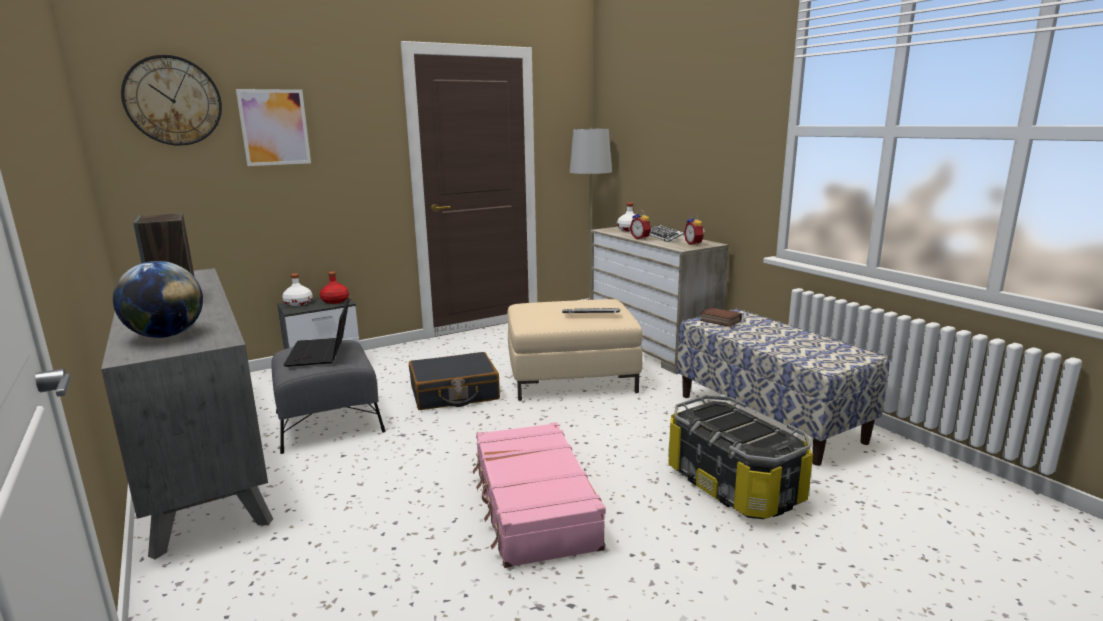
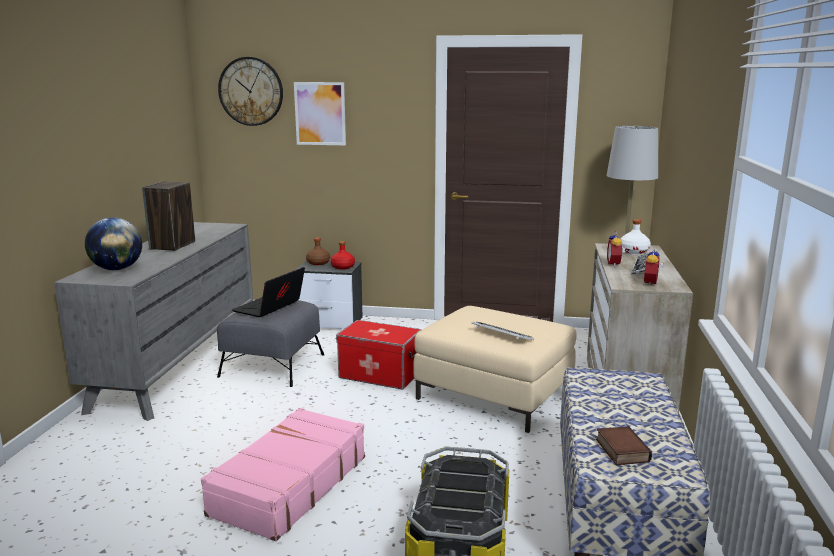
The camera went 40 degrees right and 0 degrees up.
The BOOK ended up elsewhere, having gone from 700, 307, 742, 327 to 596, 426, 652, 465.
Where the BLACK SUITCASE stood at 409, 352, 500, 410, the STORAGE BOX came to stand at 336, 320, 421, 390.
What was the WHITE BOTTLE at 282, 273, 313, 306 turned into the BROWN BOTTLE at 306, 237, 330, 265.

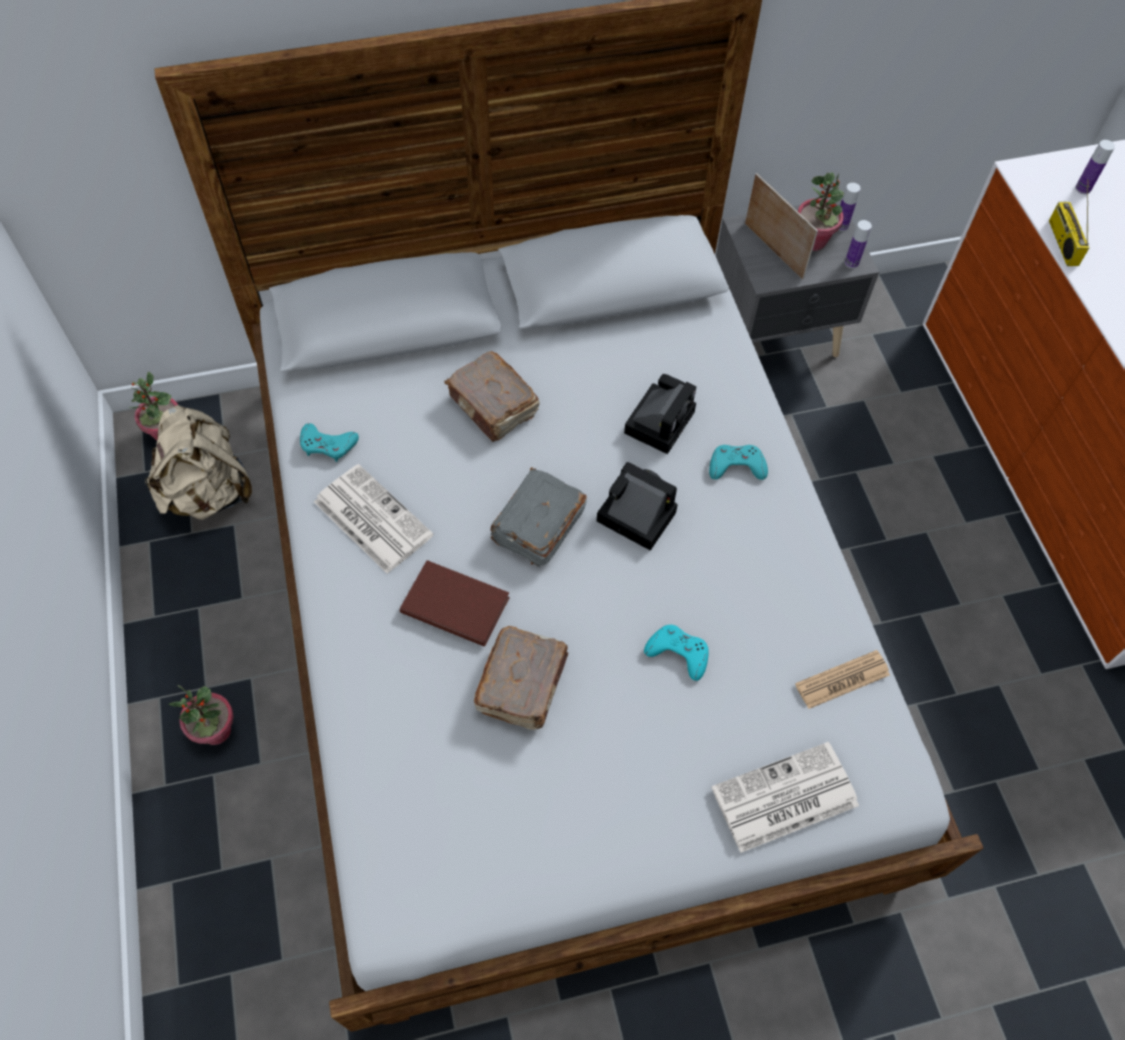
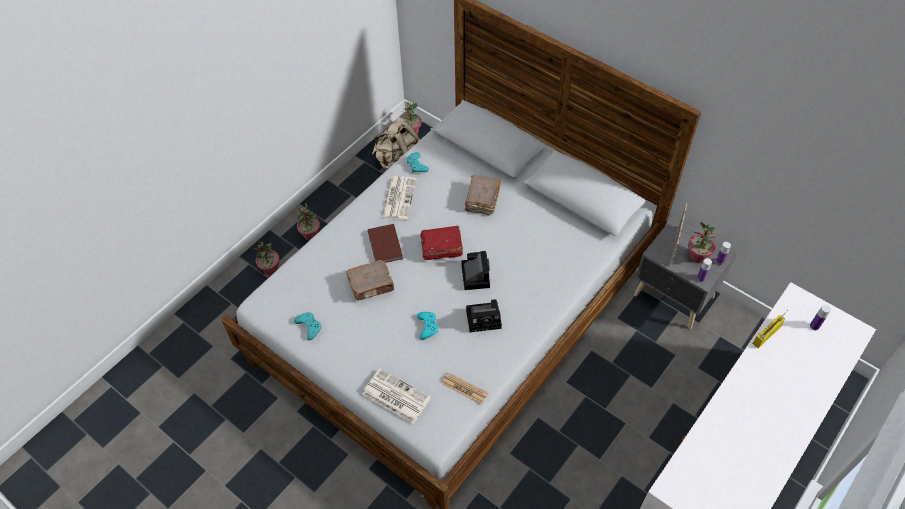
The camera went 55 degrees right and 5 degrees down.
The second view gained the POTTED PLANT at 253, 240, 280, 275.
The PHOTO CAMERA ended up elsewhere, having gone from 624, 374, 696, 454 to 466, 299, 502, 332.
The TURQUOISE GAME CONTROLLER ended up elsewhere, having gone from 709, 445, 768, 480 to 294, 312, 321, 340.
What was the GREY BOOK at 490, 467, 587, 567 turned into the RED BOOK at 421, 226, 463, 260.

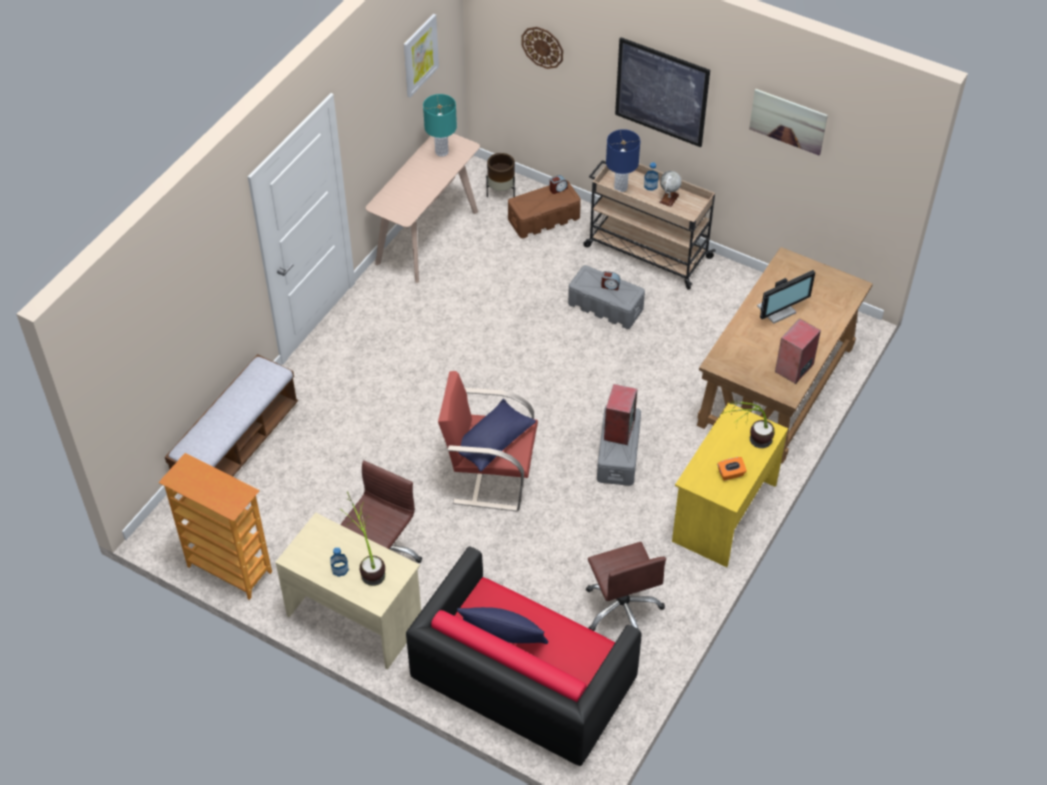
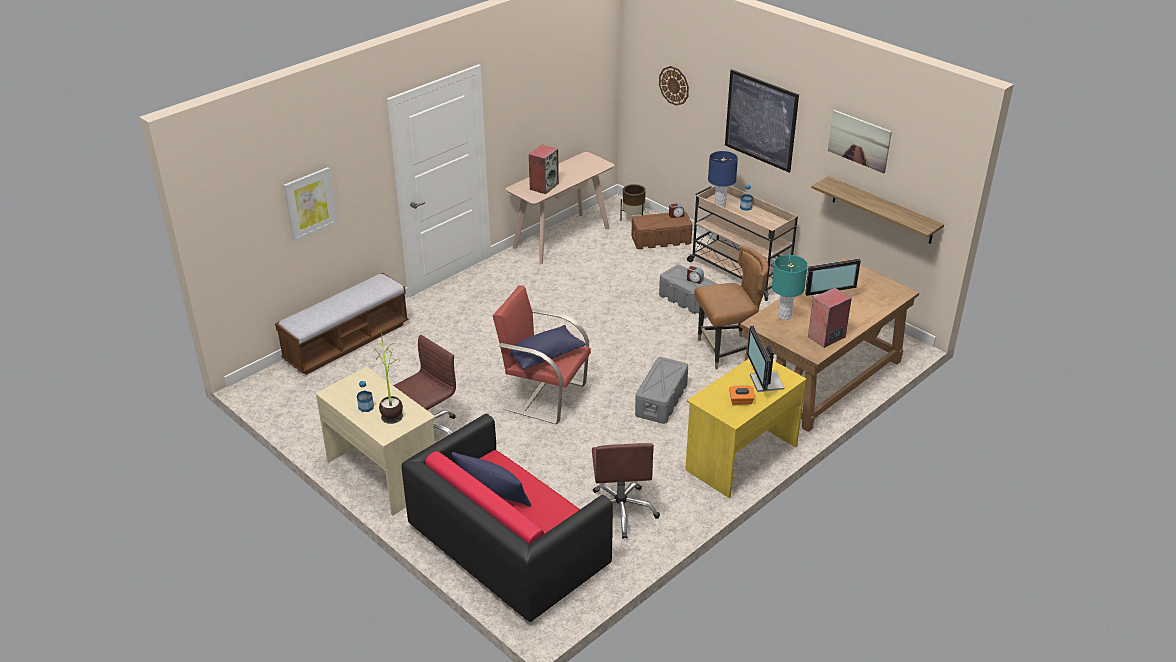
The camera went 15 degrees right and 15 degrees down.
The second view lost the BOOKCASE at 159, 453, 272, 600.
The second view lost the GLOBE at 659, 171, 682, 207.
The second view gained the BROWN CHAIR at 694, 245, 769, 370.
The second view gained the SHELF at 811, 176, 944, 244.
The PICTURE ended up elsewhere, having gone from 404, 14, 439, 98 to 284, 167, 337, 241.
The TURQUOISE TABLE LAMP ended up elsewhere, having gone from 423, 94, 457, 157 to 772, 255, 808, 320.
The SPEAKER ended up elsewhere, having gone from 604, 384, 637, 445 to 529, 144, 559, 194.
Where the POTTED PLANT stood at 722, 401, 775, 448, the MONITOR came to stand at 747, 326, 784, 392.

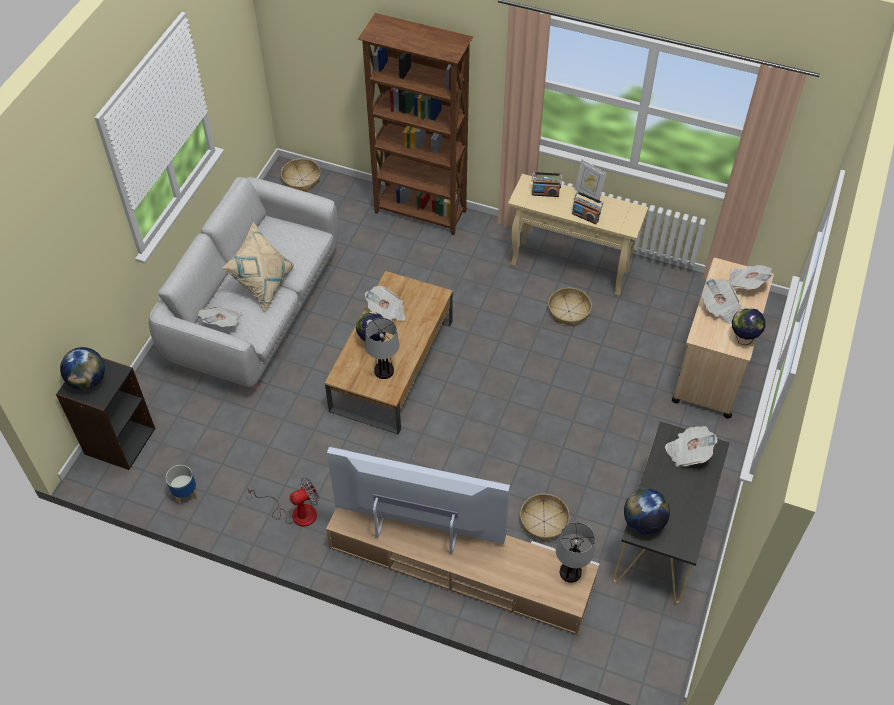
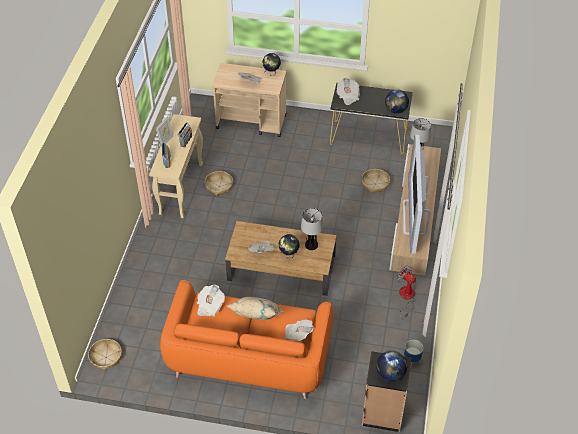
The camera went 100 degrees left and 5 degrees down.
The second view lost the BROWN BOOKCASE at 358, 13, 473, 235.
The NEWSPAPER ended up elsewhere, having gone from 728, 265, 772, 290 to 197, 285, 225, 317.
What was the GREY SOFA at 149, 177, 339, 388 turned into the ORANGE SOFA at 160, 280, 333, 399.

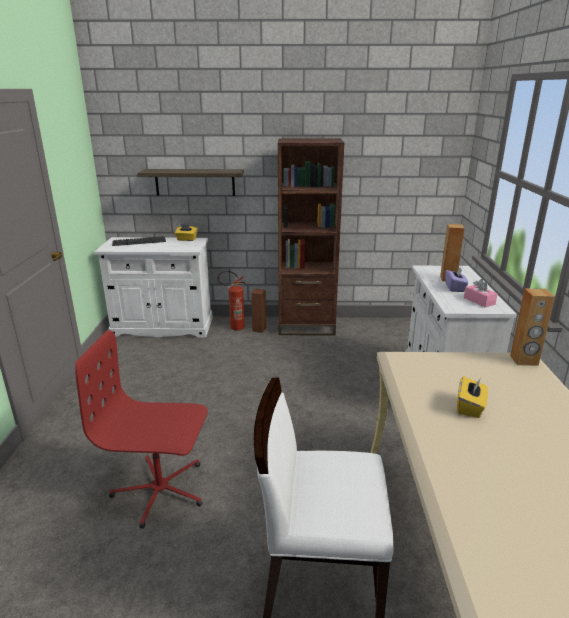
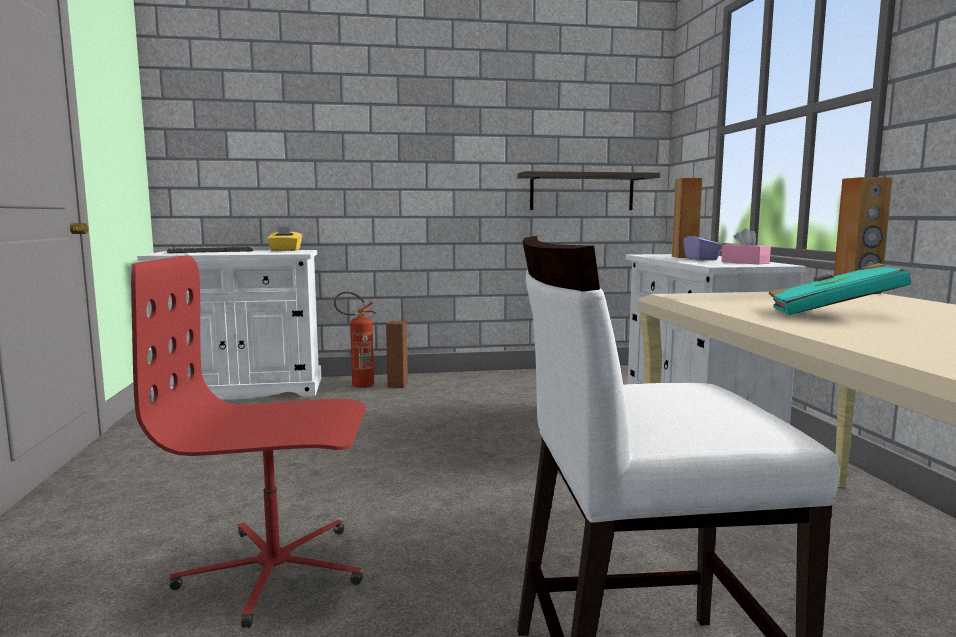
The camera went 10 degrees left and 15 degrees down.
The second view lost the BROWN BOOKCASE at 278, 138, 344, 336.
The SHELF ended up elsewhere, having gone from 137, 169, 244, 196 to 517, 171, 660, 210.
Where the YELLOW TISSUE BOX stood at 457, 376, 488, 418, the TURQUOISE BOOK came to stand at 769, 263, 911, 315.

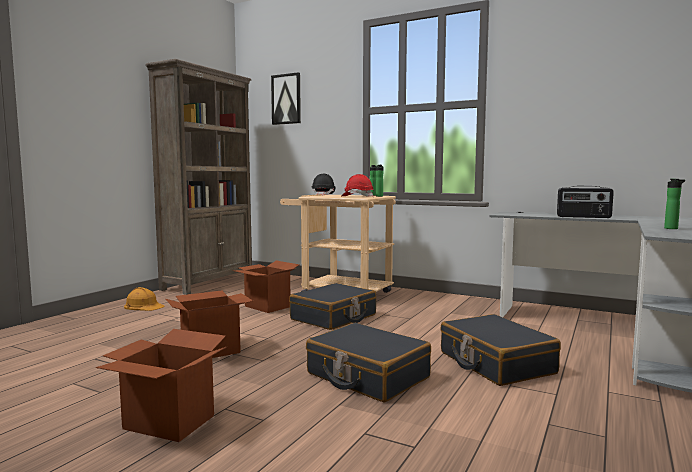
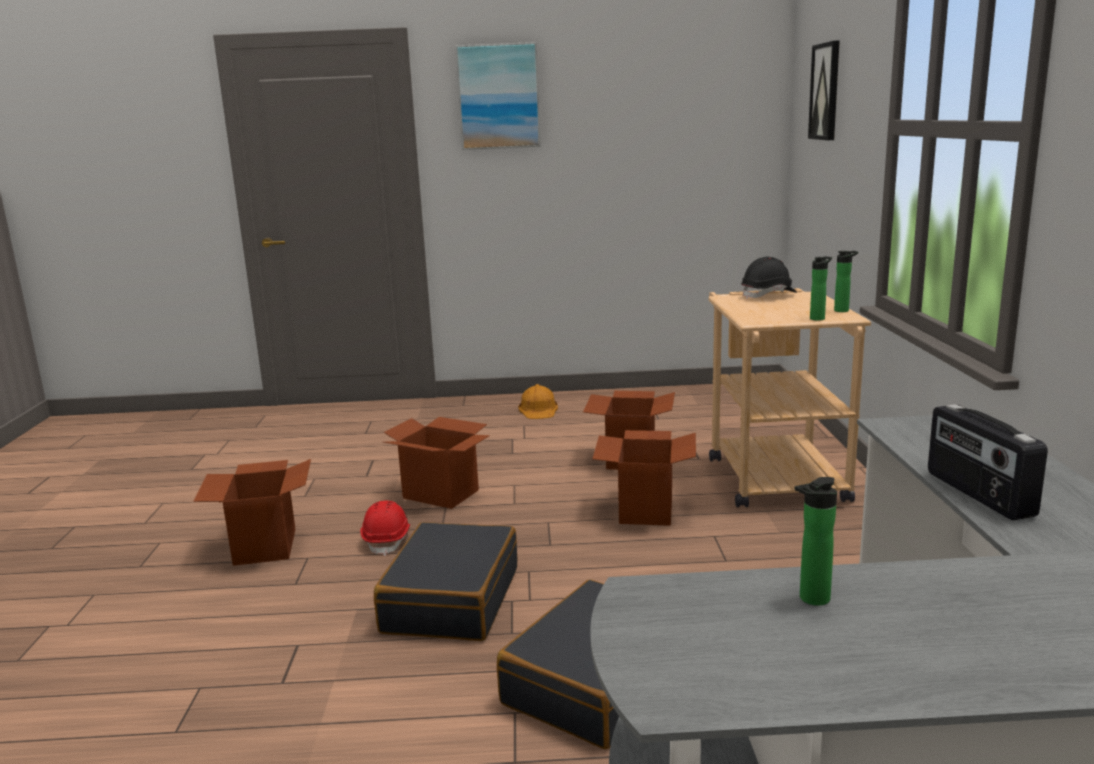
The camera went 60 degrees right and 10 degrees up.
The second view lost the BROWN BOOKCASE at 146, 59, 252, 295.
The second view gained the PICTURE at 455, 42, 541, 150.
The RED HARD HAT ended up elsewhere, having gone from 341, 174, 374, 196 to 360, 501, 410, 556.
Where the BLACK SUITCASE stood at 289, 283, 376, 330, the CARDBOARD BOX came to stand at 593, 430, 696, 526.

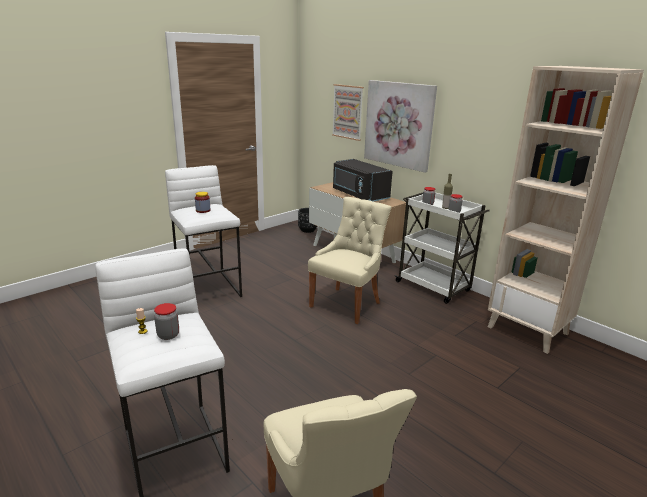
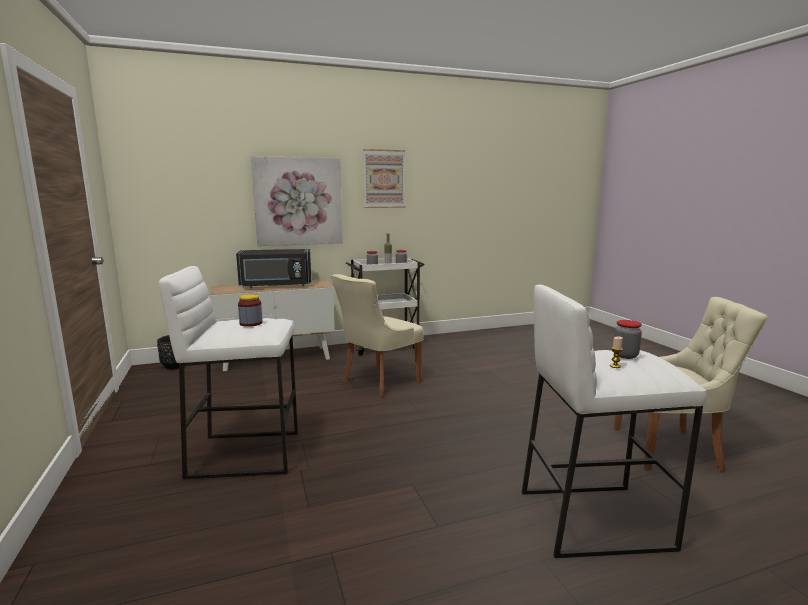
The camera went 65 degrees left and 10 degrees down.
The second view lost the BEIGE BOOKCASE at 488, 66, 644, 354.
The PICTURE ended up elsewhere, having gone from 332, 84, 364, 141 to 363, 149, 405, 208.
The BEIGE CHAIR at 308, 197, 391, 324 ended up facing another way, 105 degrees counterclockwise from before.

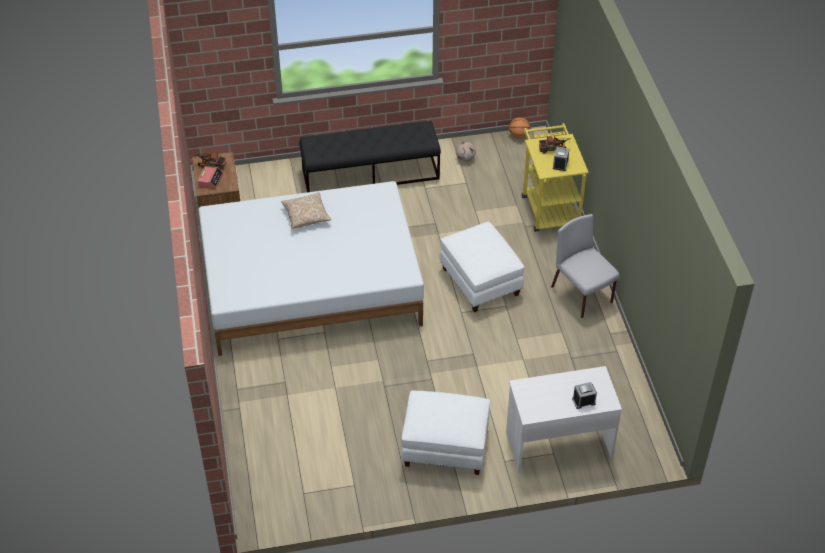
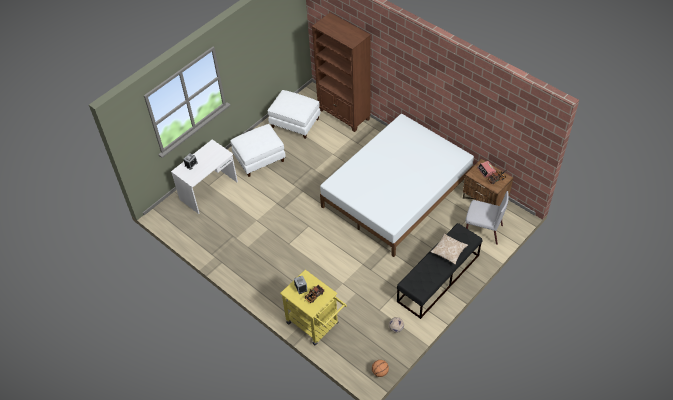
The camera went 145 degrees right and 5 degrees up.
The second view gained the BROWN BOOKCASE at 312, 13, 371, 132.
The PILLOW ended up elsewhere, having gone from 281, 192, 331, 229 to 431, 233, 468, 265.
The WHITE OTTOMAN ended up elsewhere, having gone from 439, 222, 524, 312 to 268, 90, 321, 139.
The GREY CHAIR ended up elsewhere, having gone from 551, 214, 620, 318 to 465, 191, 509, 245.

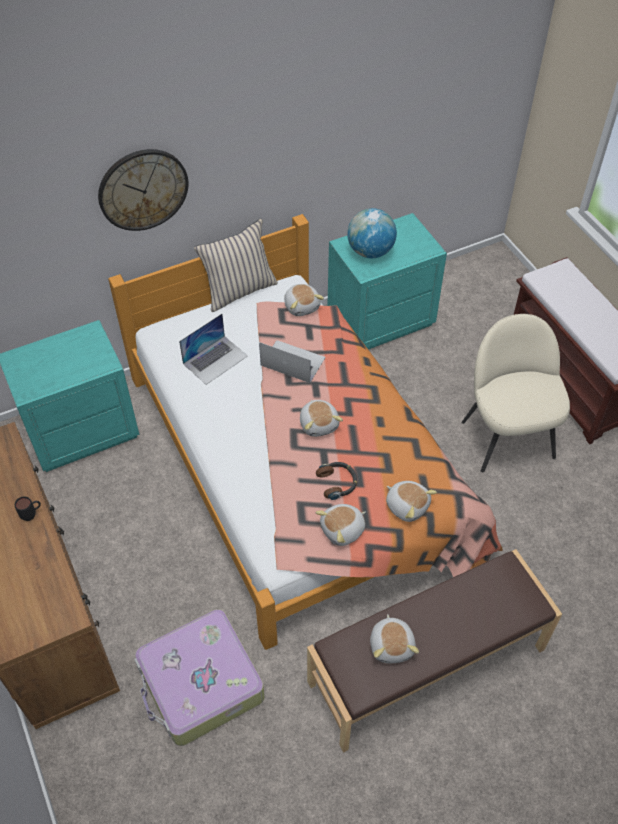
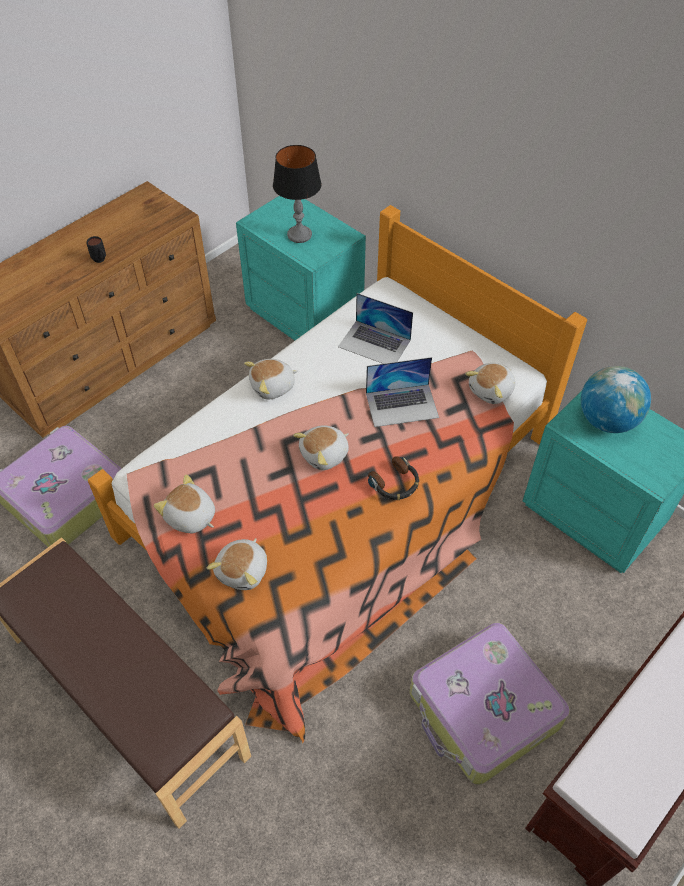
The camera went 70 degrees right and 0 degrees up.
The second view lost the WALL CLOCK at 98, 149, 189, 231.
The second view lost the BEIGE PILLOW at 194, 219, 278, 312.
The second view gained the TABLE LAMP at 273, 145, 321, 243.
The HEADPHONES ended up elsewhere, having gone from 316, 462, 357, 500 to 368, 456, 419, 500.
The PLUSH TOY ended up elsewhere, having gone from 370, 614, 419, 663 to 244, 359, 298, 399.
Where the BEIGE CHAIR stood at 461, 314, 570, 472, the SUITCASE came to stand at 410, 622, 570, 785.
The LAPTOP at 259, 340, 325, 383 ended up facing another way, 75 degrees clockwise from before.

